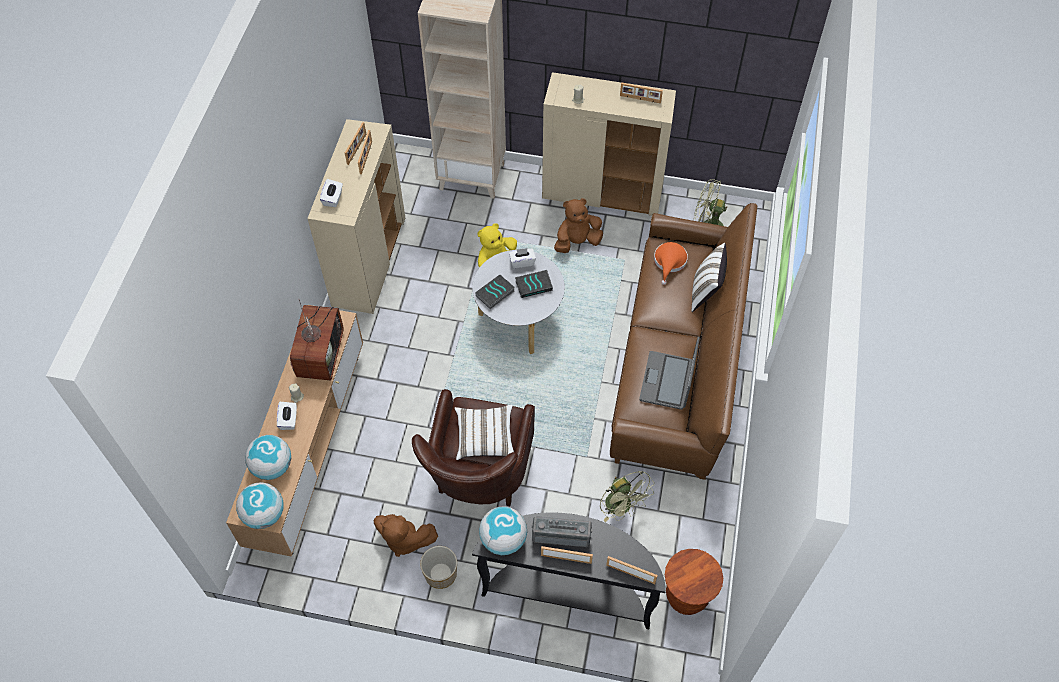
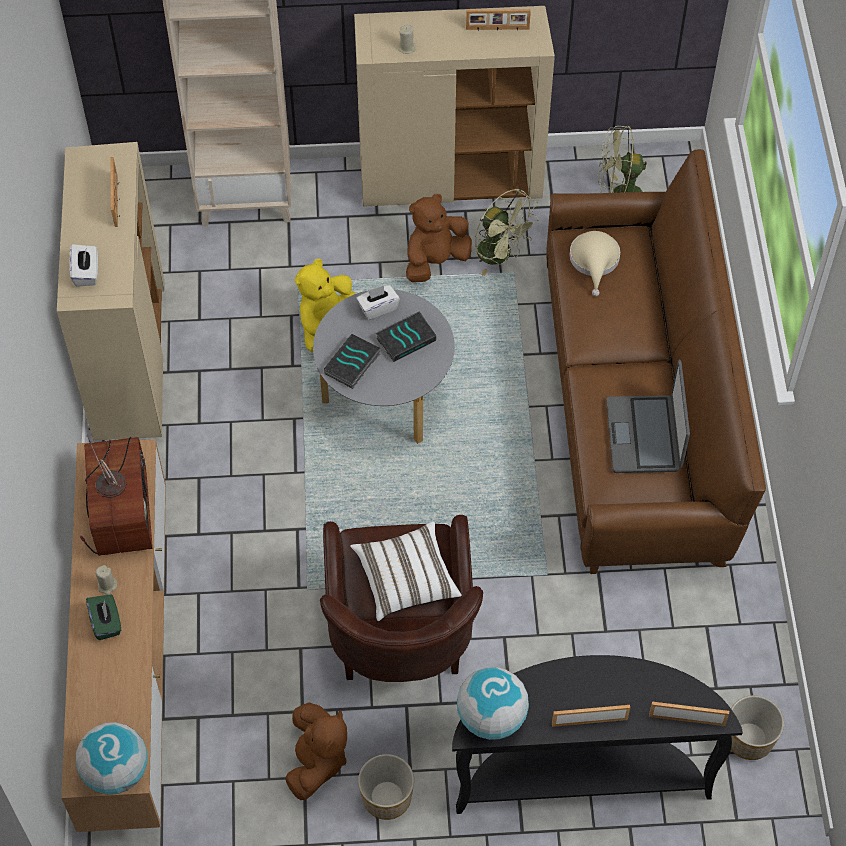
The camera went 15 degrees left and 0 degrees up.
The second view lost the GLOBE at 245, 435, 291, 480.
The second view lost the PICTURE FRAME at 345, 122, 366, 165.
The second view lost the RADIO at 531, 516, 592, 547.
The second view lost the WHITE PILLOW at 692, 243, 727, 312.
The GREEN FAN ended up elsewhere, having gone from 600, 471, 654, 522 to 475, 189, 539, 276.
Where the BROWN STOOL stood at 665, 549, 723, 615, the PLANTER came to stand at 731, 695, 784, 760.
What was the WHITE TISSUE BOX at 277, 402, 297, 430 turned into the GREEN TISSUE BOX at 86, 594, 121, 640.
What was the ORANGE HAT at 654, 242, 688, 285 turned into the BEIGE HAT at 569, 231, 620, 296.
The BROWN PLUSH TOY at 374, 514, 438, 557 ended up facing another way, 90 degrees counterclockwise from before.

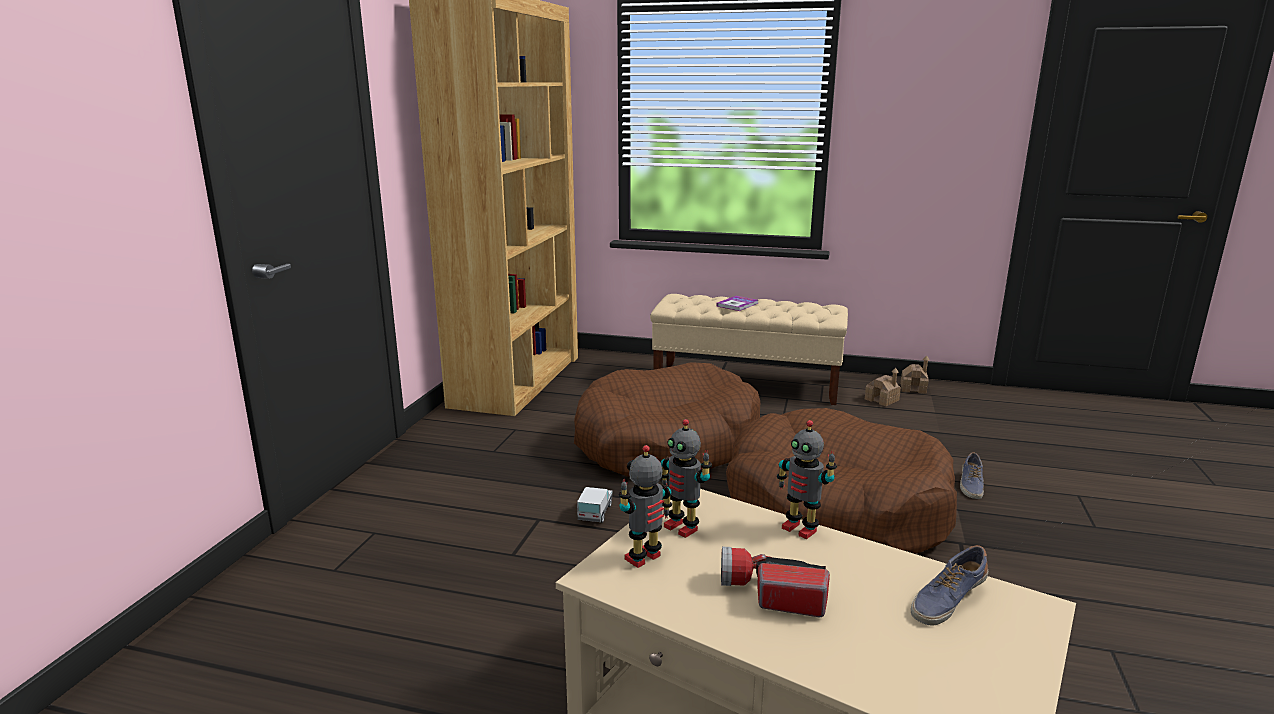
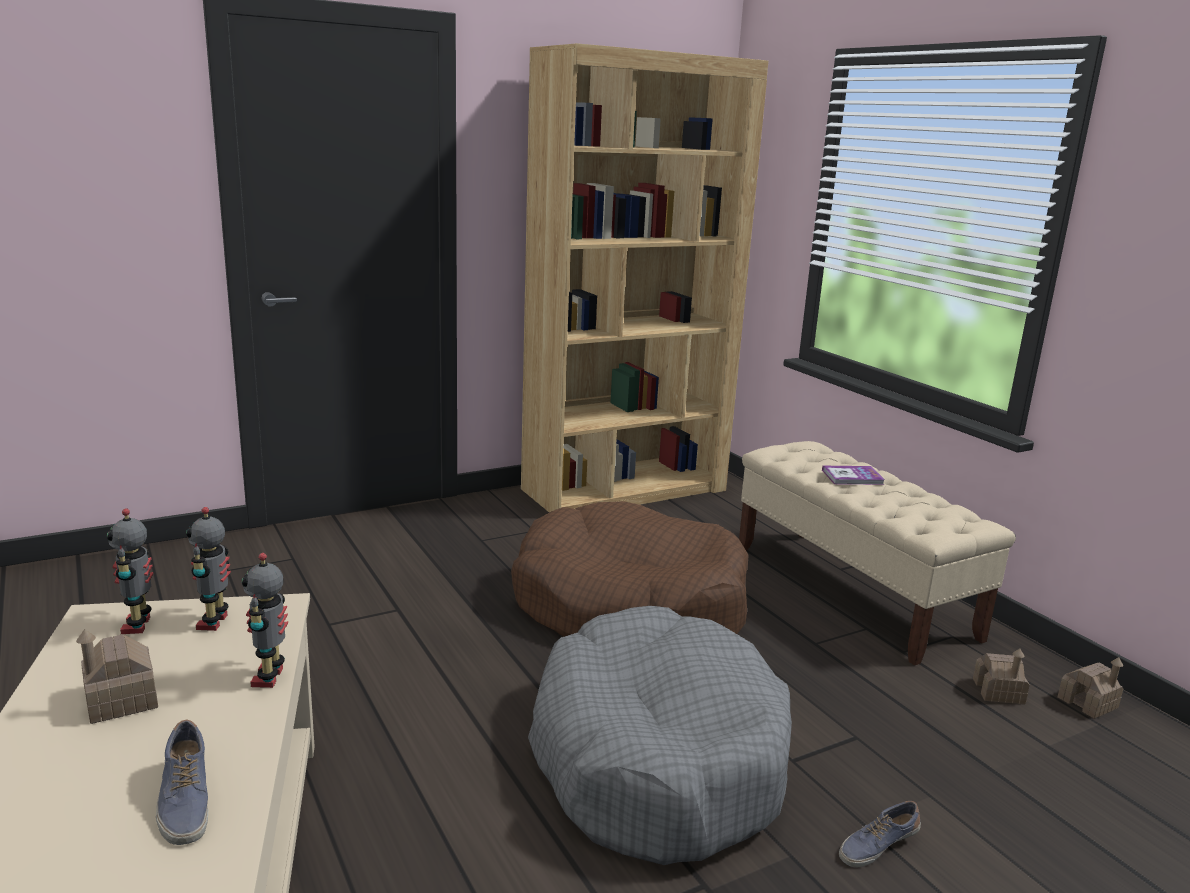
The camera went 45 degrees right and 0 degrees up.
The second view lost the TOY TRUCK at 577, 487, 612, 523.
Where the FLASHLIGHT stood at 721, 547, 830, 617, the TOY HOUSE came to stand at 76, 629, 158, 724.
What was the BROWN DOG BED at 726, 408, 957, 554 turned into the GREY DOG BED at 528, 606, 792, 865.
The TOY ROBOT at 619, 445, 672, 568 ended up facing another way, 105 degrees counterclockwise from before.
The SHOE at 911, 545, 988, 626 ended up facing another way, 120 degrees counterclockwise from before.

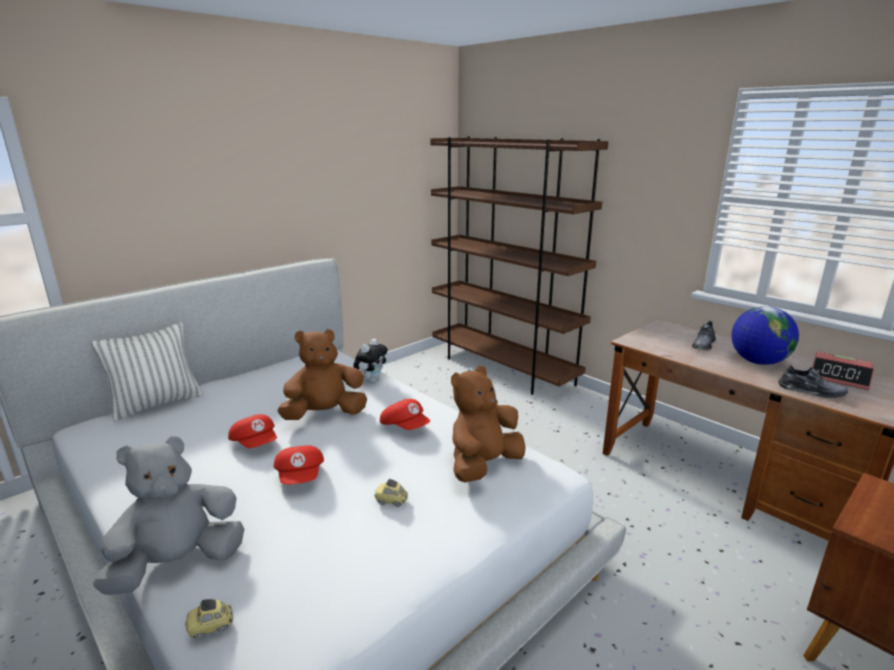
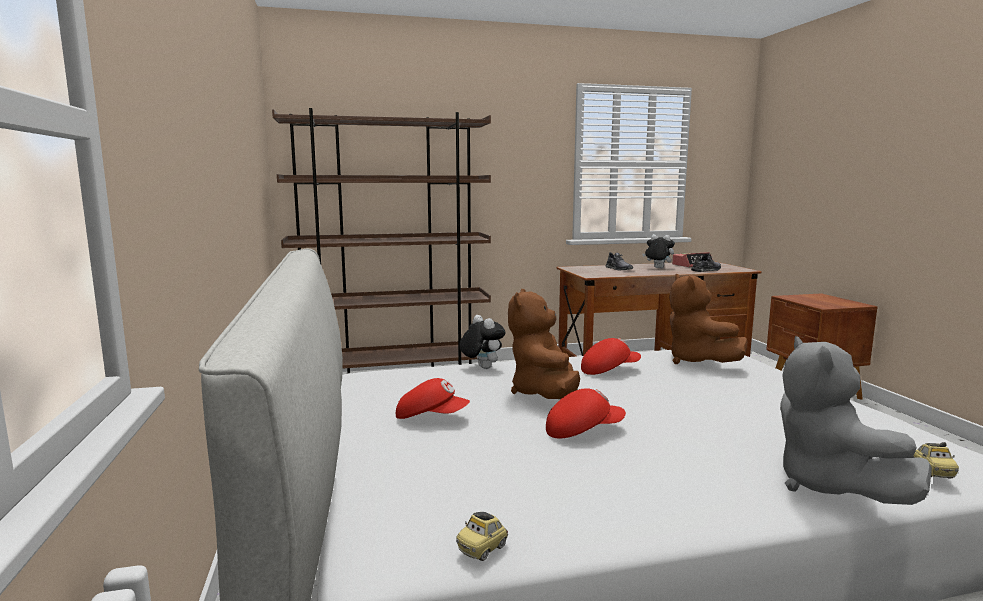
The camera went 60 degrees left and 10 degrees down.
The second view lost the PILLOW at 91, 323, 203, 422.
The RED CAP ended up elsewhere, having gone from 274, 445, 324, 484 to 396, 378, 470, 419.
The TOY CAR ended up elsewhere, having gone from 374, 479, 408, 507 to 456, 512, 508, 561.
Where the GLOBE stood at 731, 306, 799, 365, the PLUSH TOY came to stand at 642, 234, 675, 268.

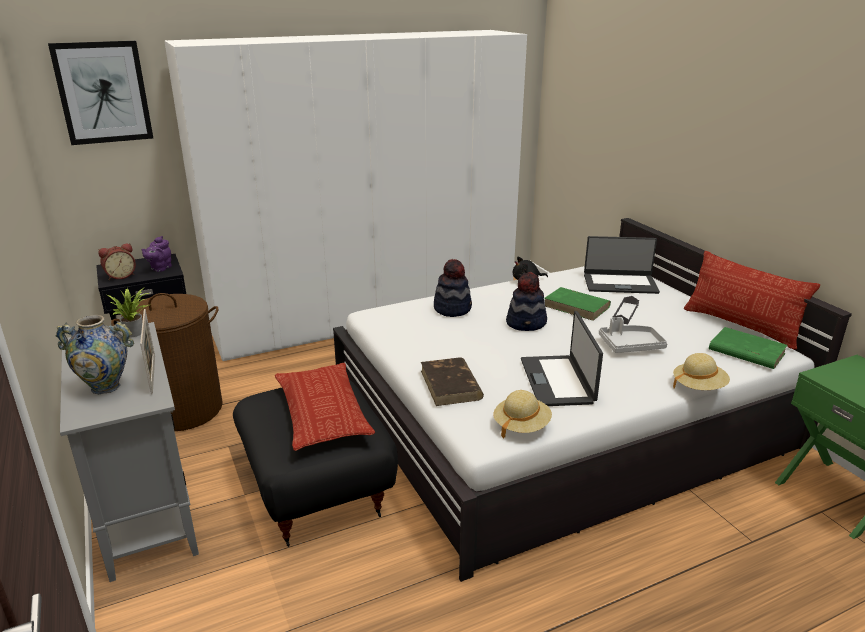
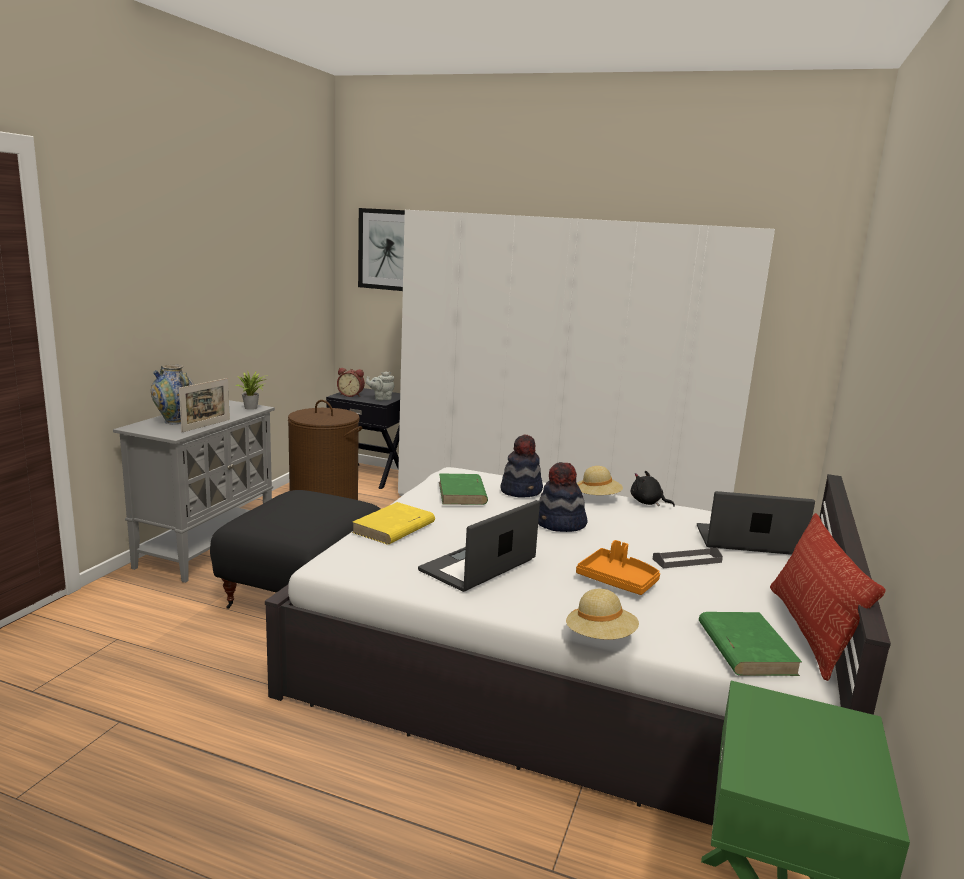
The camera went 45 degrees right and 10 degrees down.
The second view lost the PILLOW at 275, 363, 375, 451.
The BEIGE HAT ended up elsewhere, having gone from 493, 390, 552, 438 to 577, 466, 623, 495.
The GREEN BOOK ended up elsewhere, having gone from 544, 287, 611, 321 to 439, 473, 488, 505.
What was the PURPLE TEAPOT at 142, 236, 172, 272 turned into the GREY TEAPOT at 366, 372, 394, 400.
What was the BROWN BOOK at 421, 357, 484, 406 turned into the YELLOW BOOK at 352, 502, 435, 545.
What was the GREY TRAY at 599, 317, 668, 353 turned into the ORANGE TRAY at 576, 540, 660, 595.
The LAPTOP at 584, 236, 660, 294 ended up facing another way, 135 degrees clockwise from before.

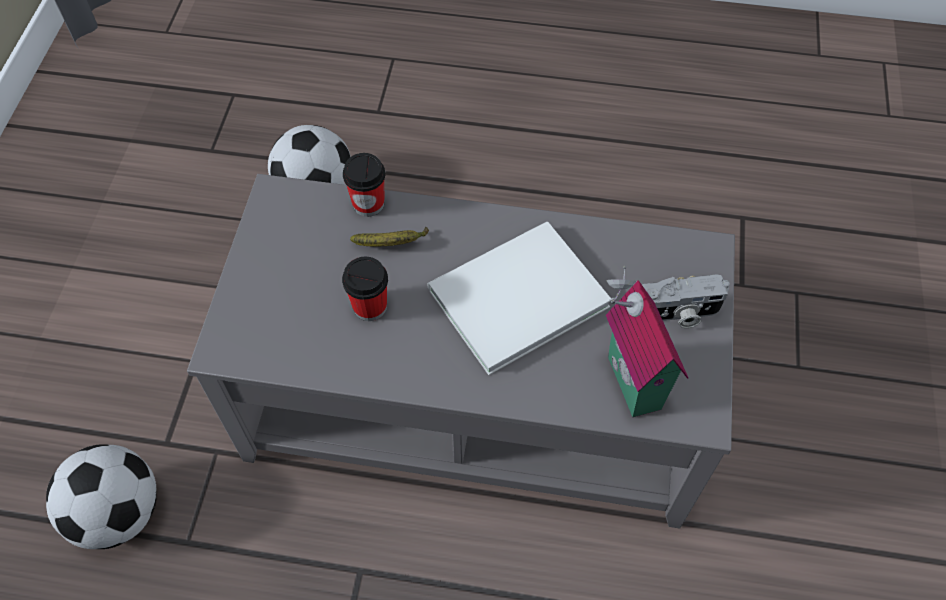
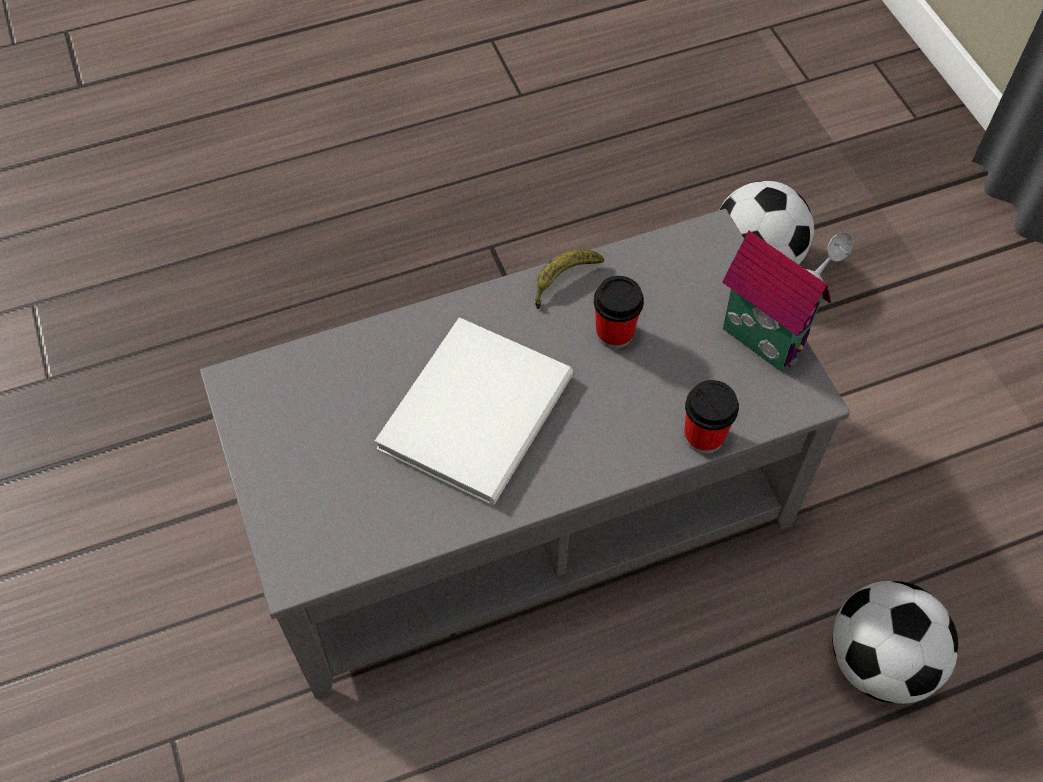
The camera went 150 degrees right and 0 degrees up.
The second view lost the PHOTO CAMERA at 642, 275, 730, 328.
The BANANA ended up elsewhere, having gone from 350, 227, 429, 246 to 535, 249, 604, 309.
The TOY HOUSE ended up elsewhere, having gone from 606, 266, 688, 417 to 722, 231, 853, 371.

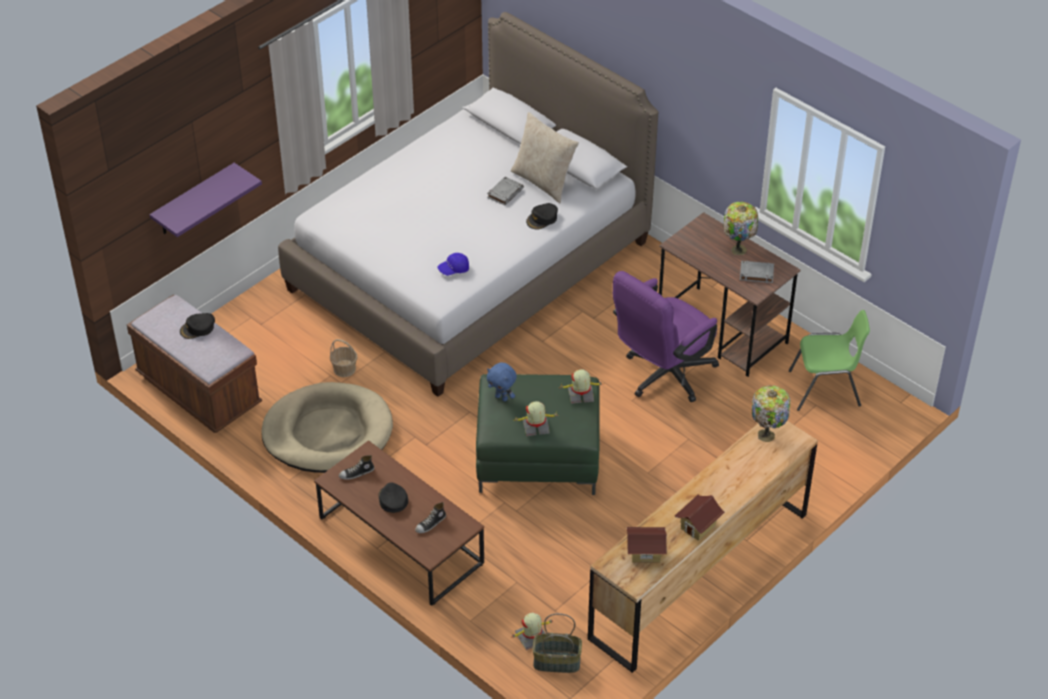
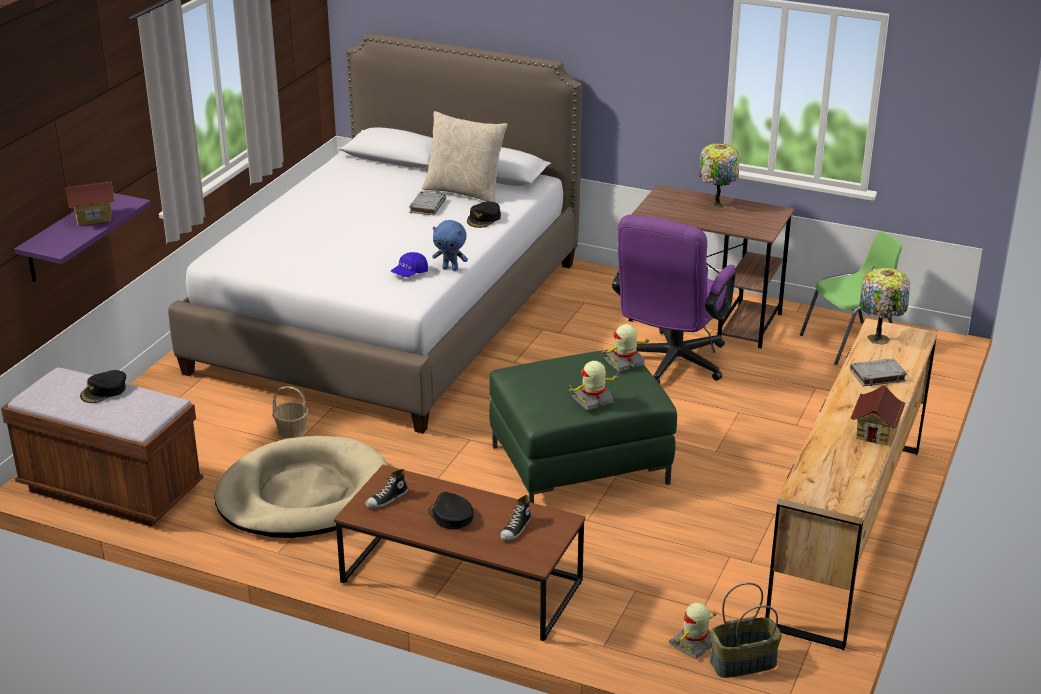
The camera went 20 degrees left and 15 degrees down.
The BLUE PLUSH TOY ended up elsewhere, having gone from 487, 362, 517, 402 to 432, 220, 468, 271.
The TOY HOUSE ended up elsewhere, having gone from 627, 527, 667, 563 to 65, 181, 115, 226.
The GREY BOOK ended up elsewhere, having gone from 740, 261, 774, 283 to 850, 358, 907, 386.

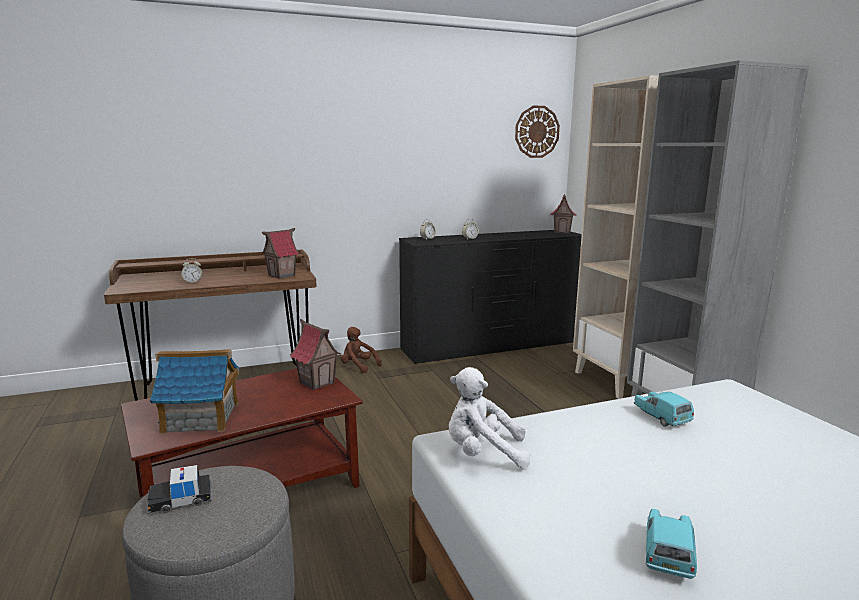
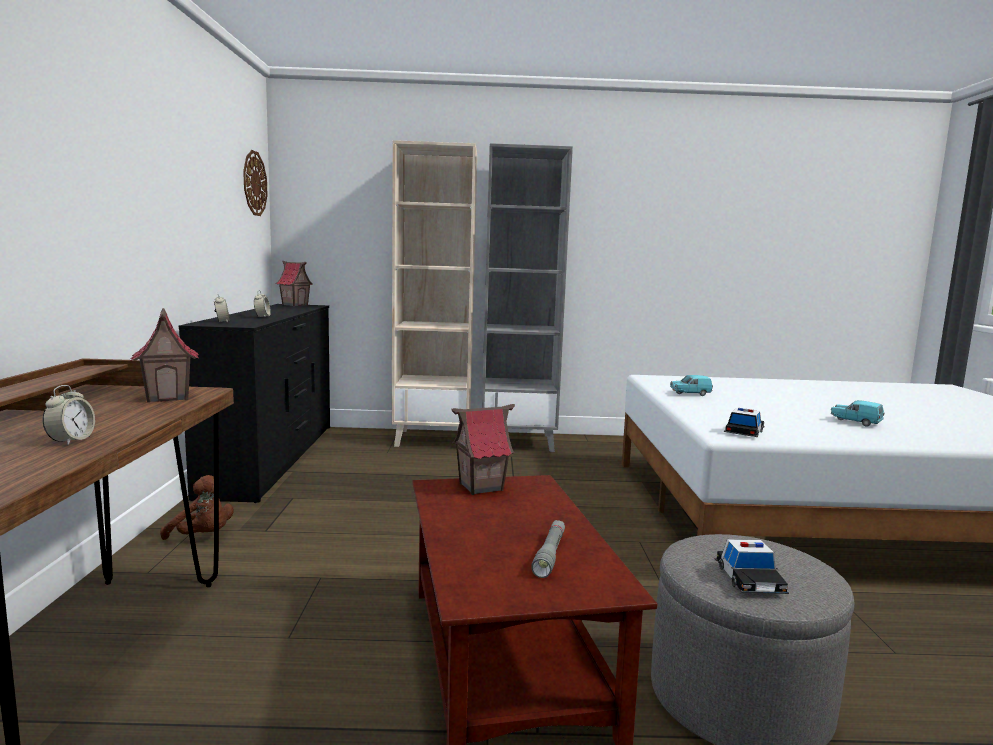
The camera went 70 degrees left and 5 degrees down.
Where the TOY HOUSE stood at 150, 349, 239, 434, the GREY FLASHLIGHT came to stand at 531, 520, 565, 578.
Where the WHITE PLUSH TOY stood at 449, 367, 531, 468, the TOY CAR came to stand at 724, 408, 765, 437.
The BROWN PLUSH TOY at 341, 327, 382, 373 ended up facing another way, 120 degrees counterclockwise from before.

